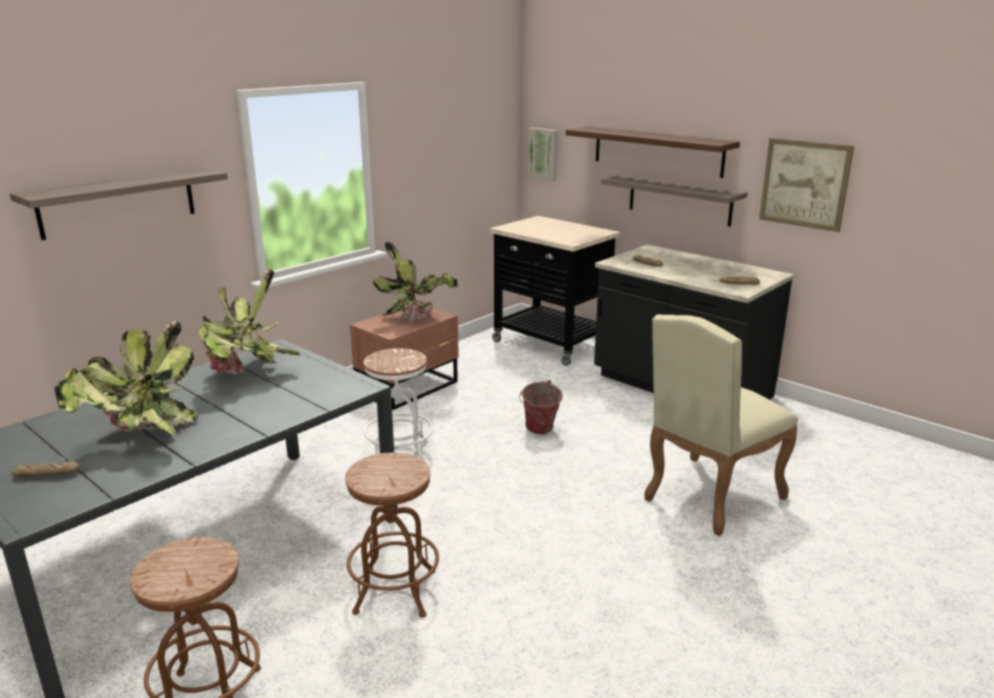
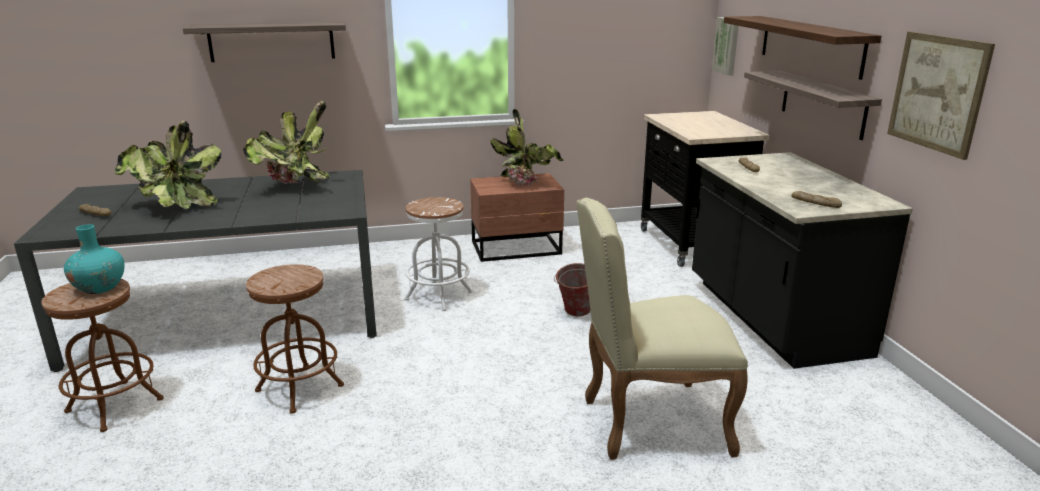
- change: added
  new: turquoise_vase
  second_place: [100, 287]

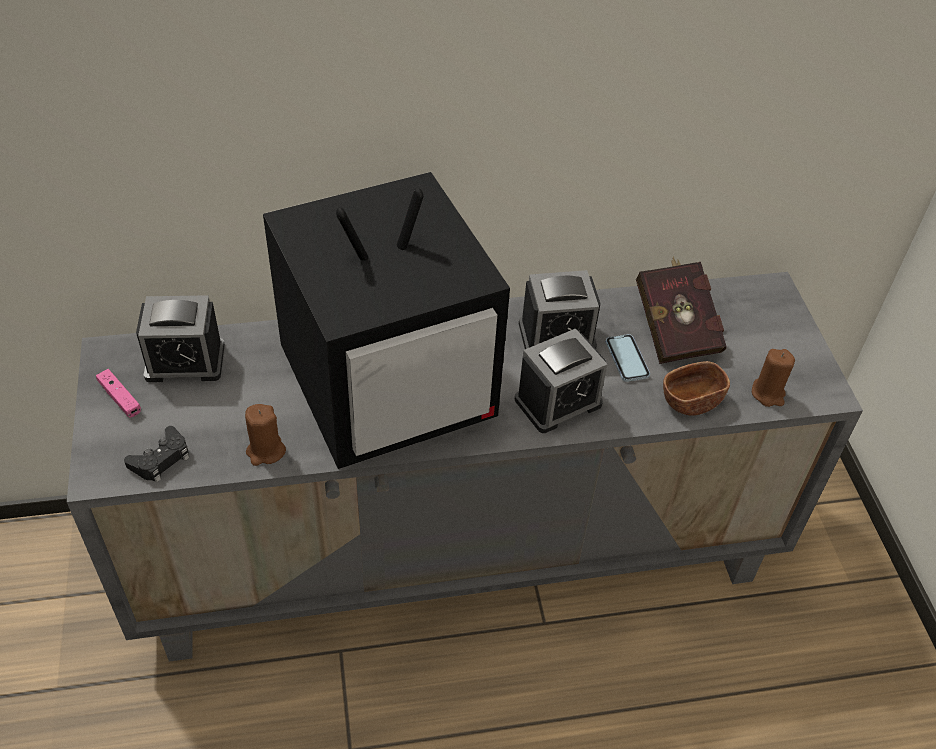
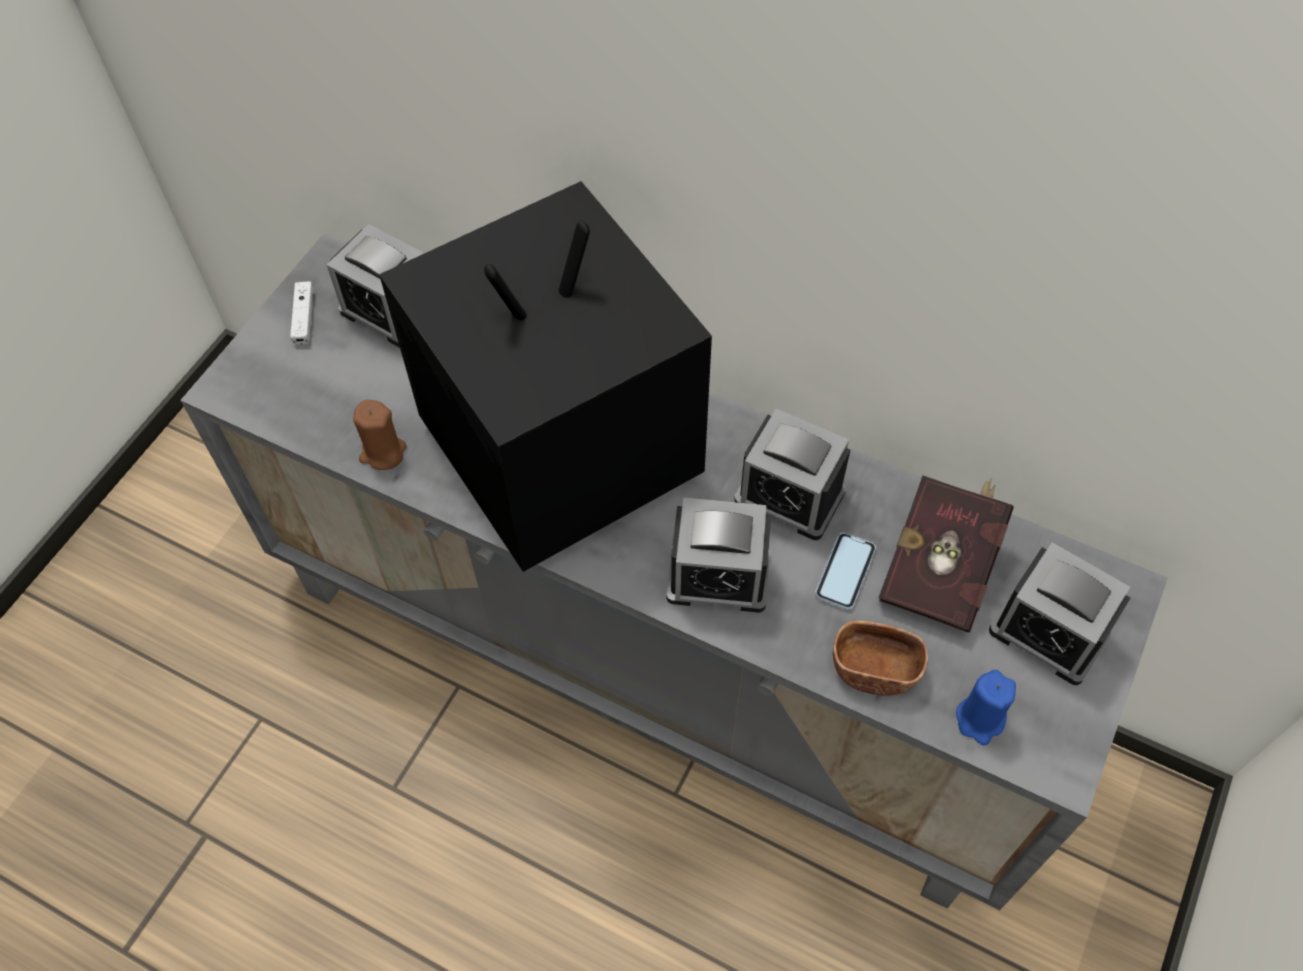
- change: removed
  old: blackish_game_controller
  first_place: [161, 459]
- change: added
  new: alarm_clock
  second_place: [1048, 632]
- change: recoloured
  old: pinkish_game_controller
  new: whitish_game_controller
  first_place: [120, 398]
  second_place: [304, 318]
- change: recoloured
  old: brown-coloured_candle
  new: bluish_candle
  first_place: [768, 393]
  second_place: [980, 719]
- change: turned
  old: TV_set
  first_place: [390, 388]
  second_place: [557, 454]
  degrees: 135

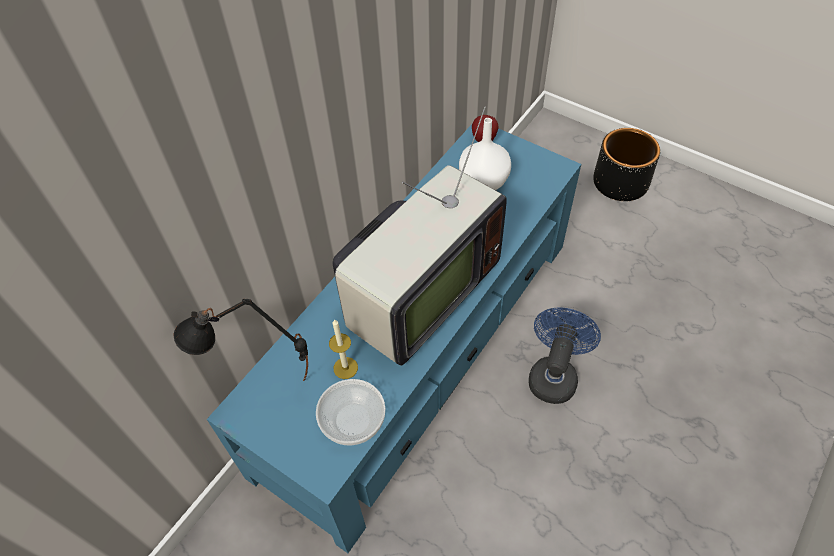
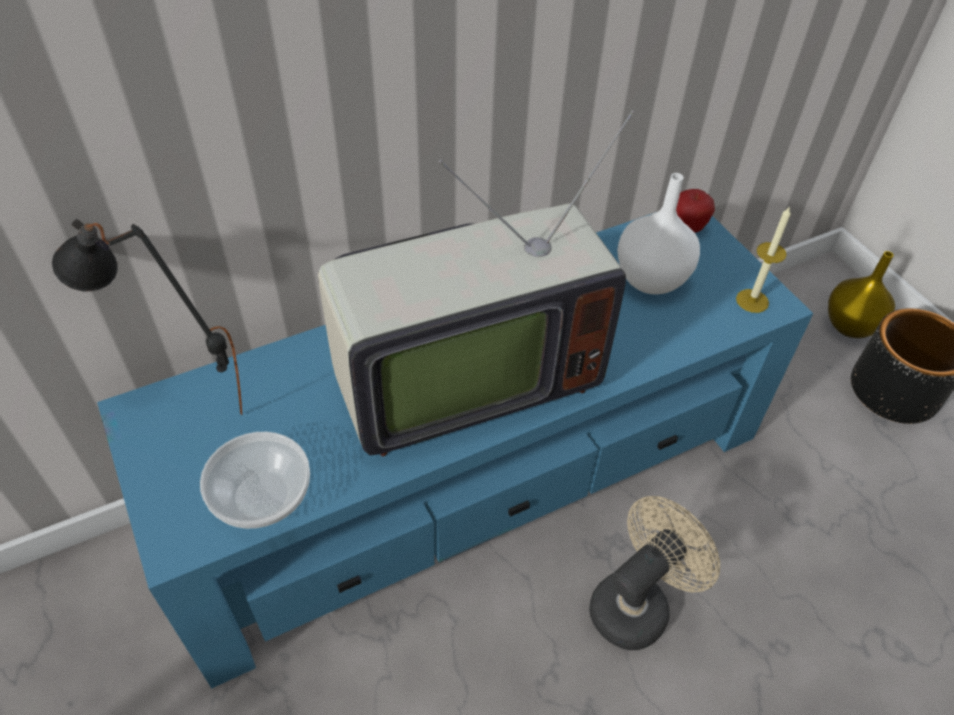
- change: added
  new: yellow_vase
  second_place: [848, 326]
- change: moved
  old: candle
  first_place: [345, 368]
  second_place: [752, 301]
- change: recoloured
  old: bluish_electric_fan
  new: sand-coloured_electric_fan
  first_place: [554, 374]
  second_place: [637, 603]

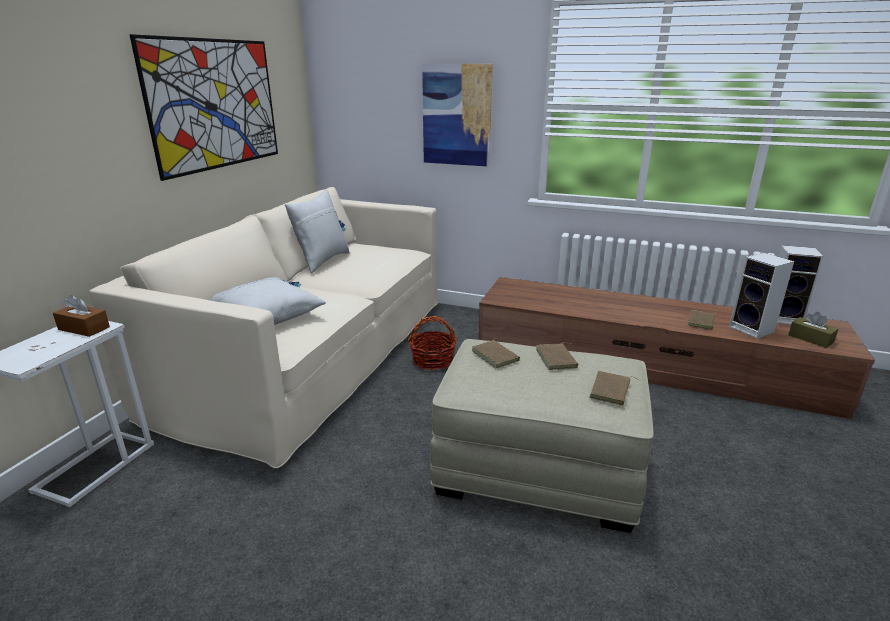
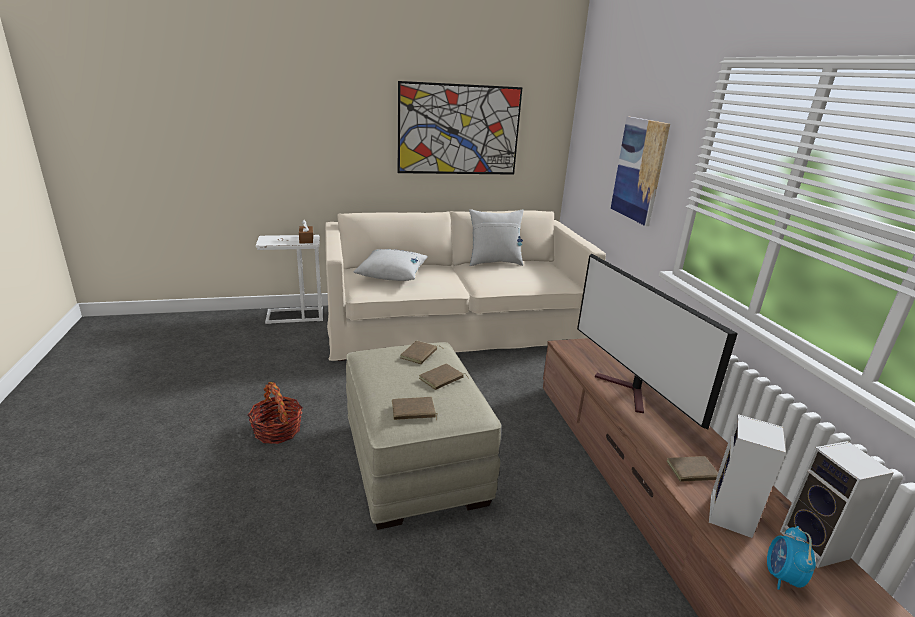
- change: added
  new: TV_set
  second_place: [629, 392]
- change: moved
  old: basket
  first_place: [433, 360]
  second_place: [277, 430]
- change: replaced
  old: brown-coloured_tissue_box
  new: alarm_clock
  first_place: [810, 339]
  second_place: [782, 577]

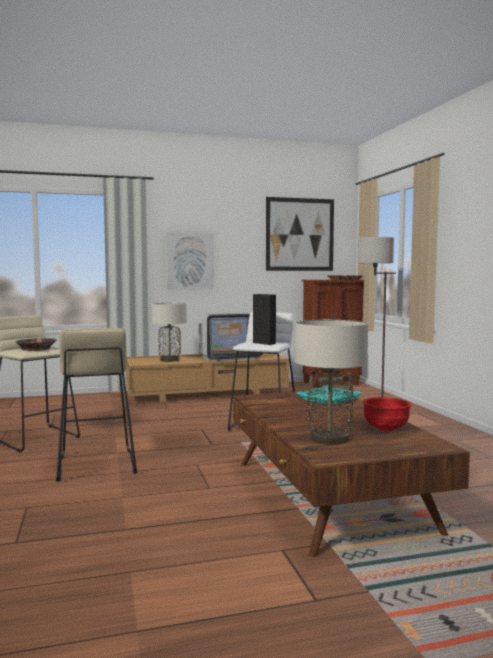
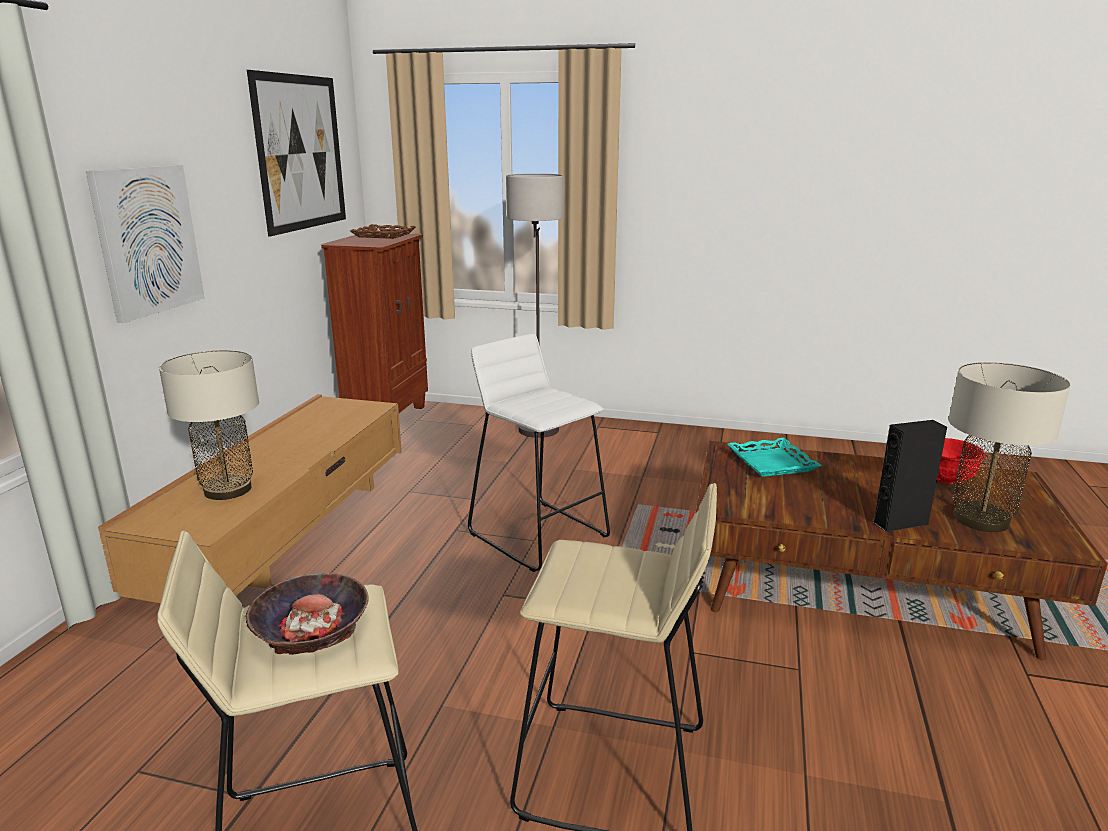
- change: removed
  old: TV_set
  first_place: [230, 357]
- change: moved
  old: blackish_loudspeaker
  first_place: [264, 343]
  second_place: [900, 523]

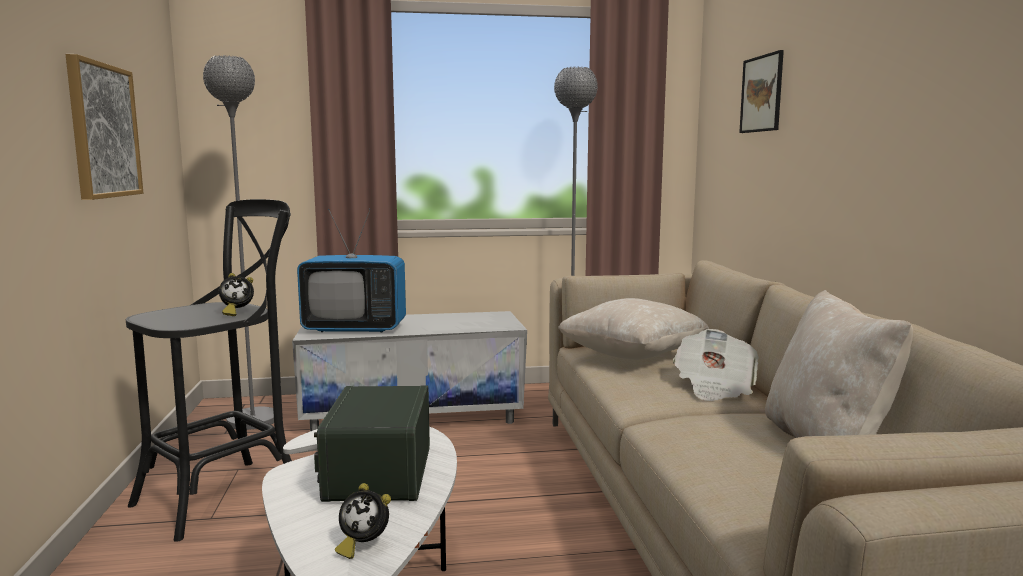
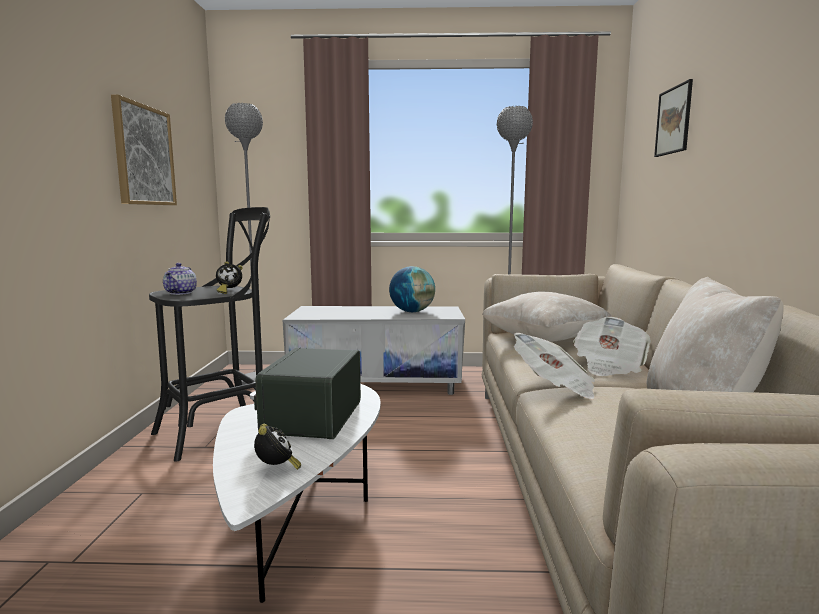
- change: removed
  old: TV_set
  first_place: [355, 328]
- change: added
  new: teapot
  second_place: [181, 293]
- change: added
  new: world_globe
  second_place: [412, 311]
- change: added
  new: printed_paper
  second_place: [554, 387]
- change: turned
  old: alarm_clock
  first_place: [363, 546]
  second_place: [277, 469]
  degrees: -135

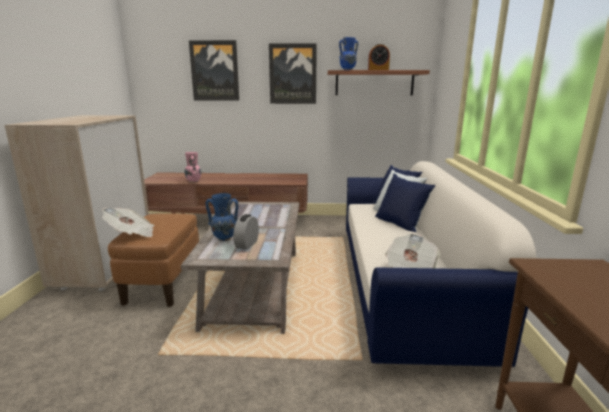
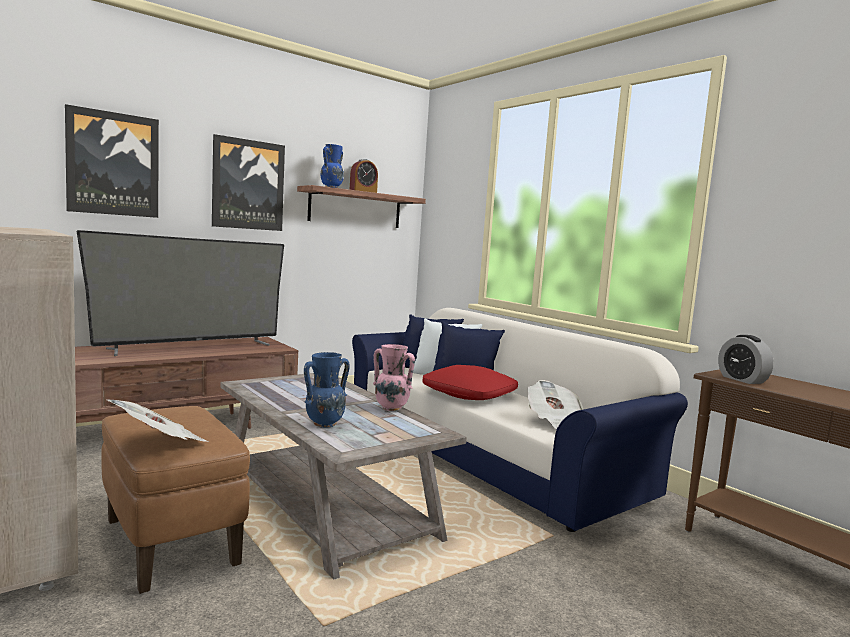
- change: added
  new: TV_set
  second_place: [191, 347]
- change: added
  new: red_throw_pillow
  second_place: [469, 394]
- change: moved
  old: pinkish_vase
  first_place: [193, 181]
  second_place: [391, 408]
- change: moved
  old: alarm_clock
  first_place: [247, 244]
  second_place: [742, 380]

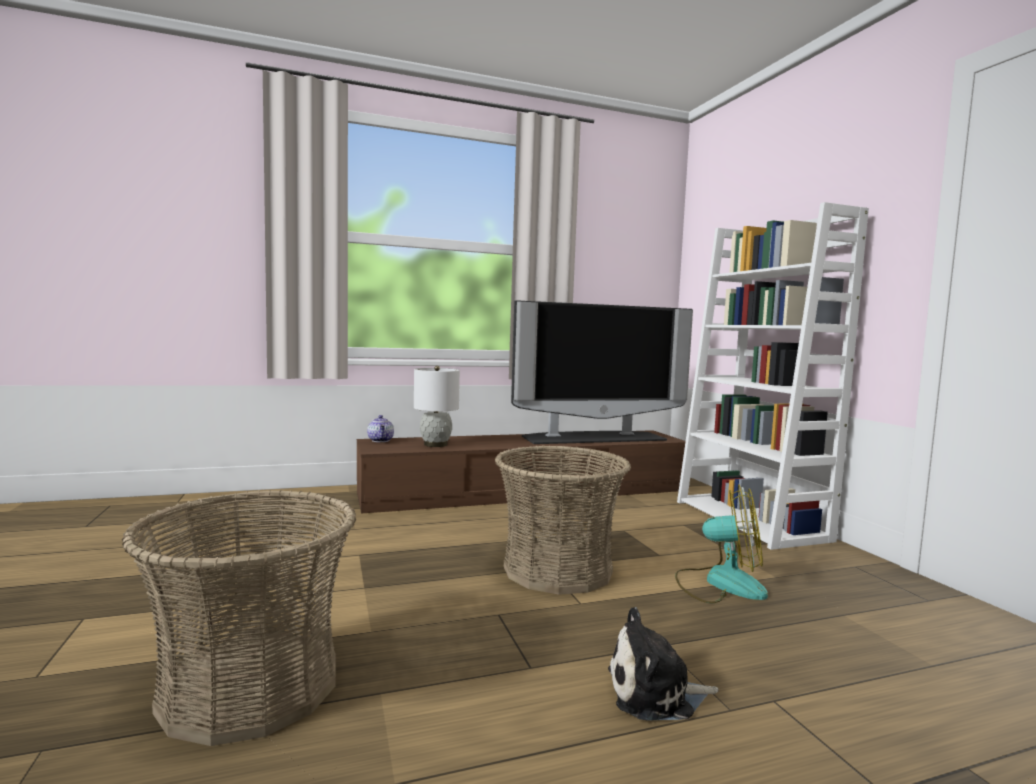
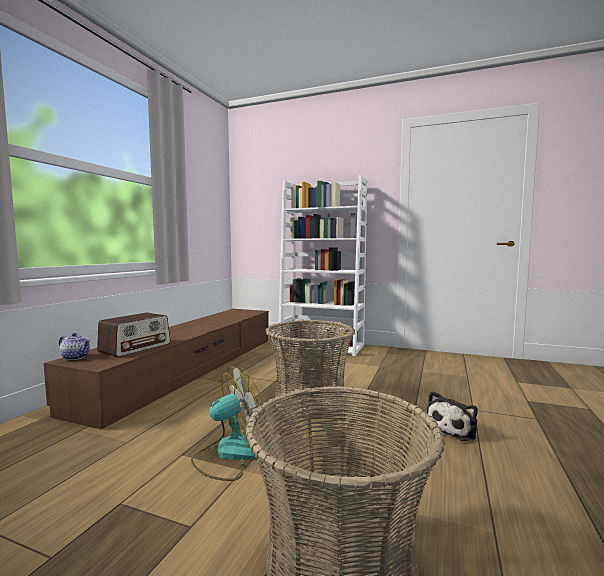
- change: removed
  old: TV_set
  first_place: [593, 438]
- change: moved
  old: electric_fan
  first_place: [720, 583]
  second_place: [230, 454]
- change: replaced
  old: whitish_lamp_for_a_table
  new: radio_set
  first_place: [435, 444]
  second_place: [136, 348]

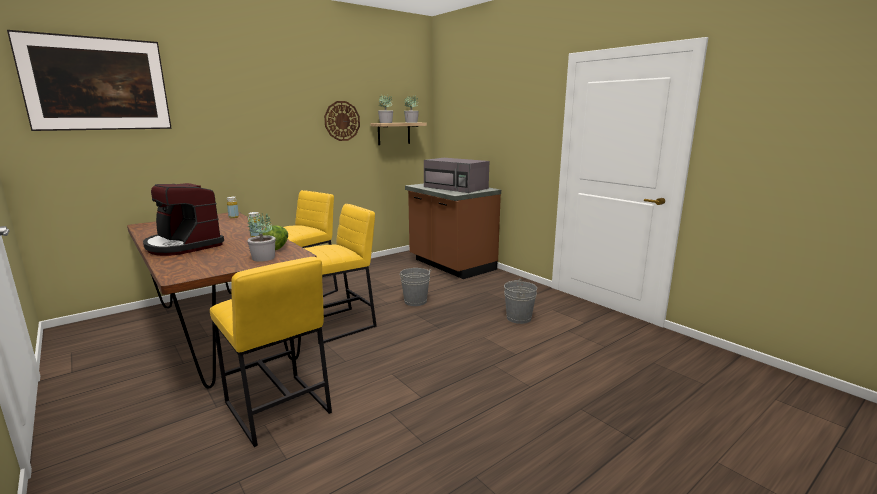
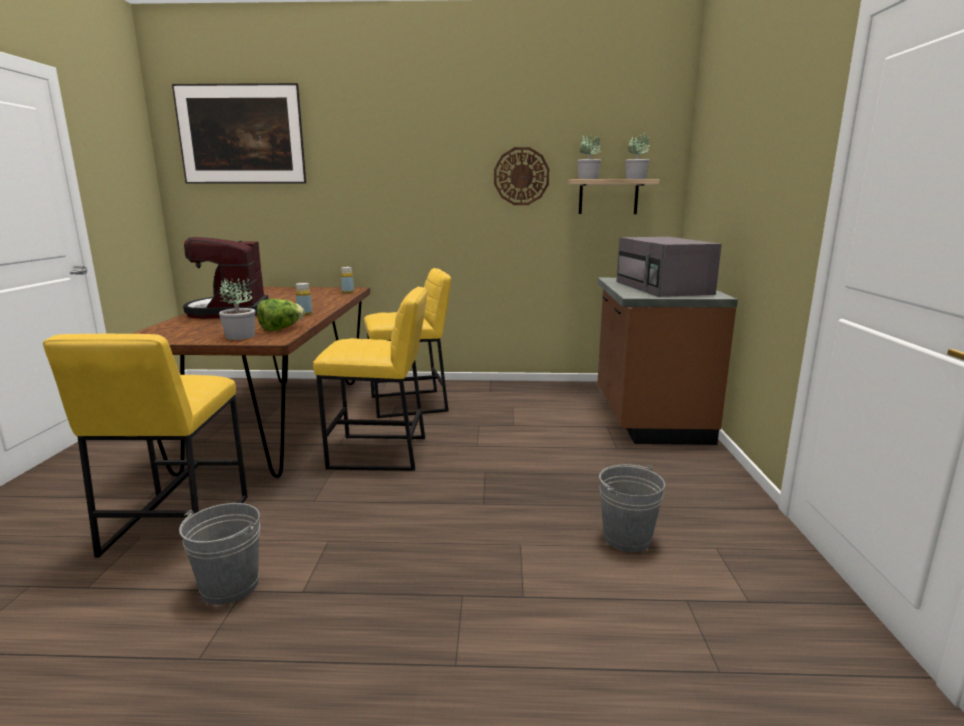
- change: moved
  old: grey_water_bucket
  first_place: [415, 301]
  second_place: [229, 586]

